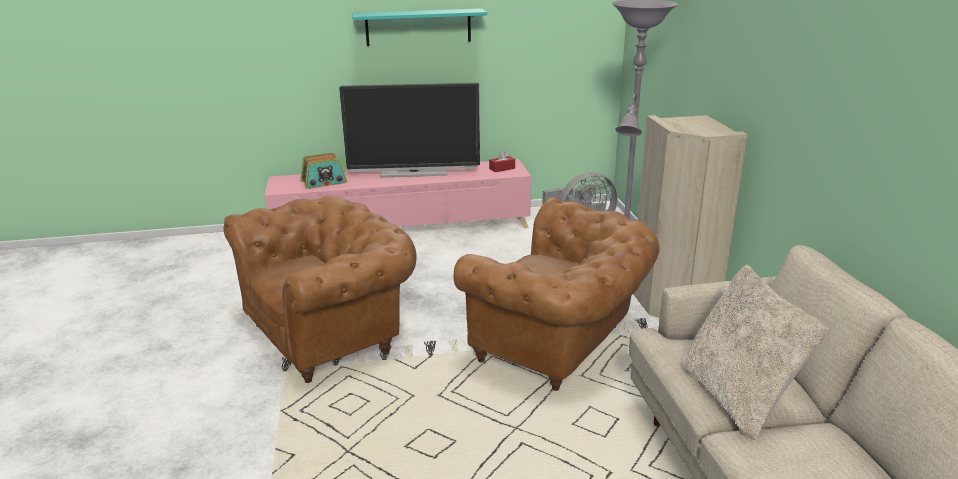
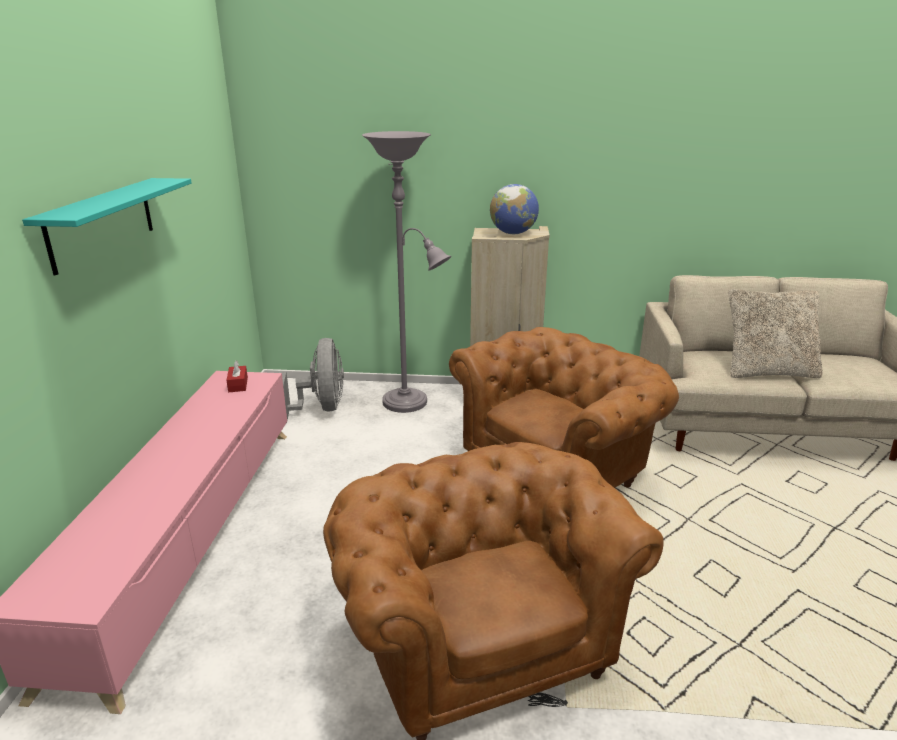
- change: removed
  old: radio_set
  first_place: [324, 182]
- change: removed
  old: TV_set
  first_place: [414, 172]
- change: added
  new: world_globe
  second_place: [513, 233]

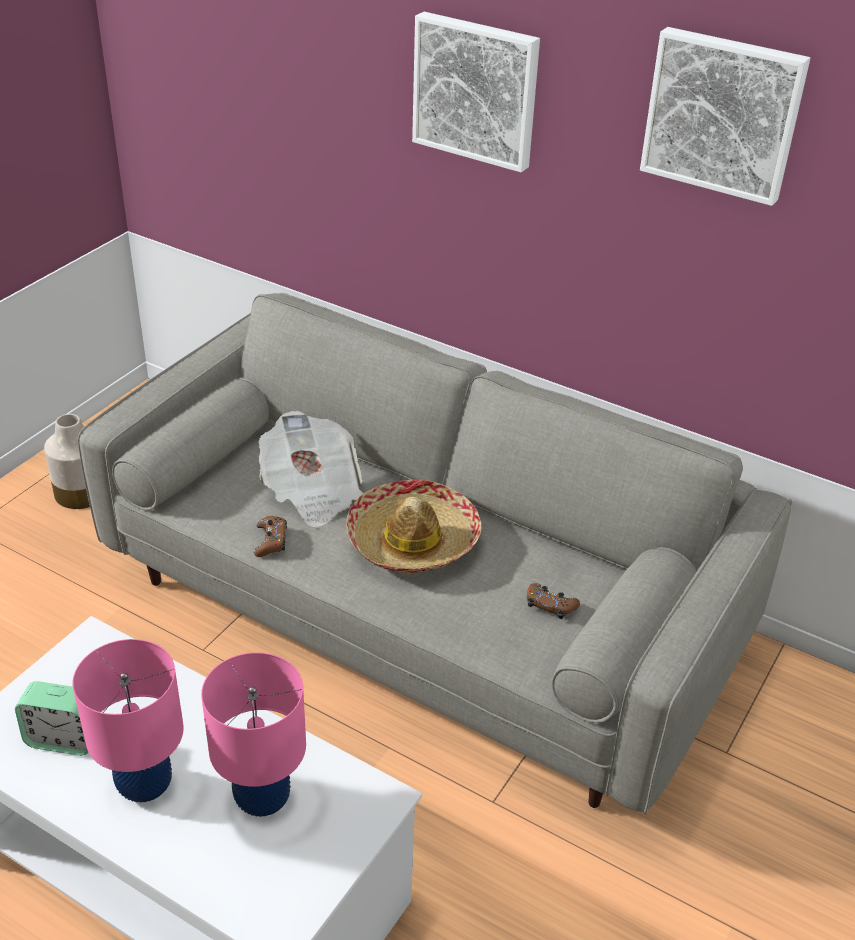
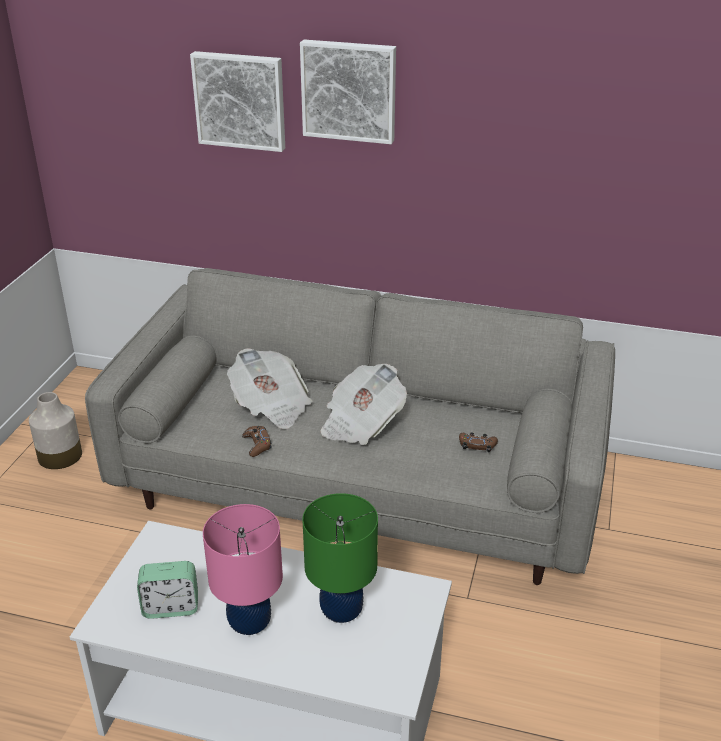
- change: moved
  old: wall_picture
  first_place: [723, 114]
  second_place: [240, 100]
- change: replaced
  old: hat
  new: printed_paper
  first_place: [412, 540]
  second_place: [361, 423]
- change: recoloured
  old: pinkish_lamp_for_a_table
  new: green_lamp_for_a_table
  first_place: [264, 801]
  second_place: [343, 612]

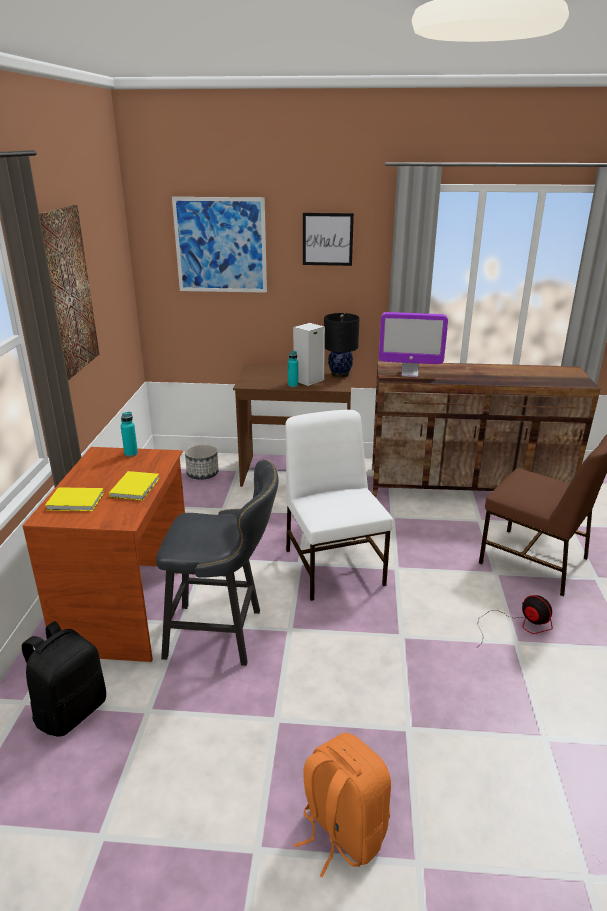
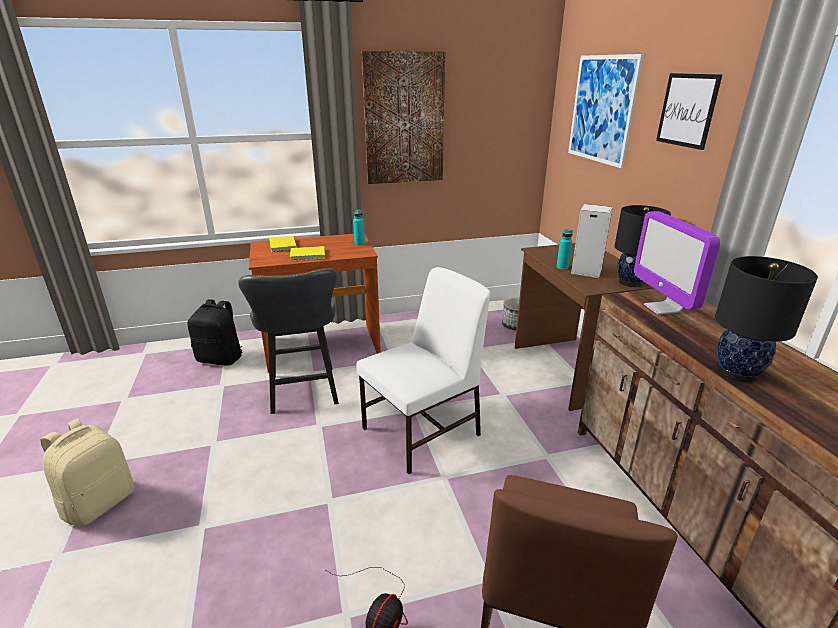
- change: added
  new: blackish_lamp_for_a_table
  second_place: [737, 372]
- change: recoloured
  old: orange_knapsack
  new: sand-coloured_knapsack
  first_place: [341, 832]
  second_place: [100, 502]

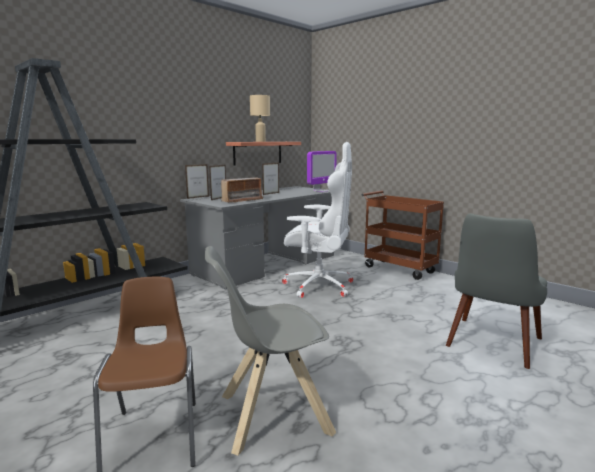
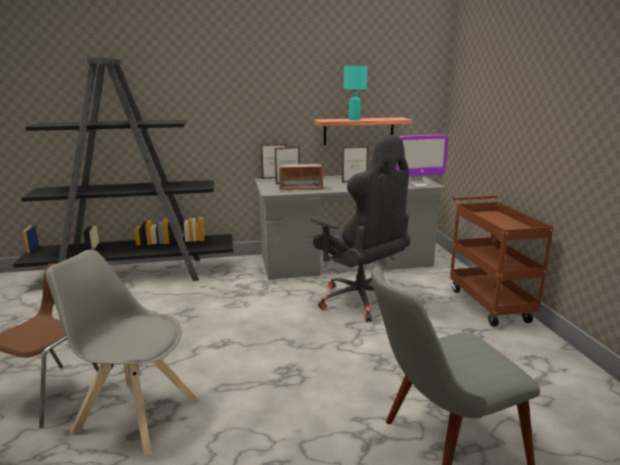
- change: recoloured
  old: sand-coloured_lamp_for_a_table
  new: turquoise_lamp_for_a_table
  first_place: [261, 141]
  second_place: [354, 119]
- change: recoloured
  old: whitish_office_chair
  new: blackish_office_chair
  first_place: [317, 286]
  second_place: [359, 300]

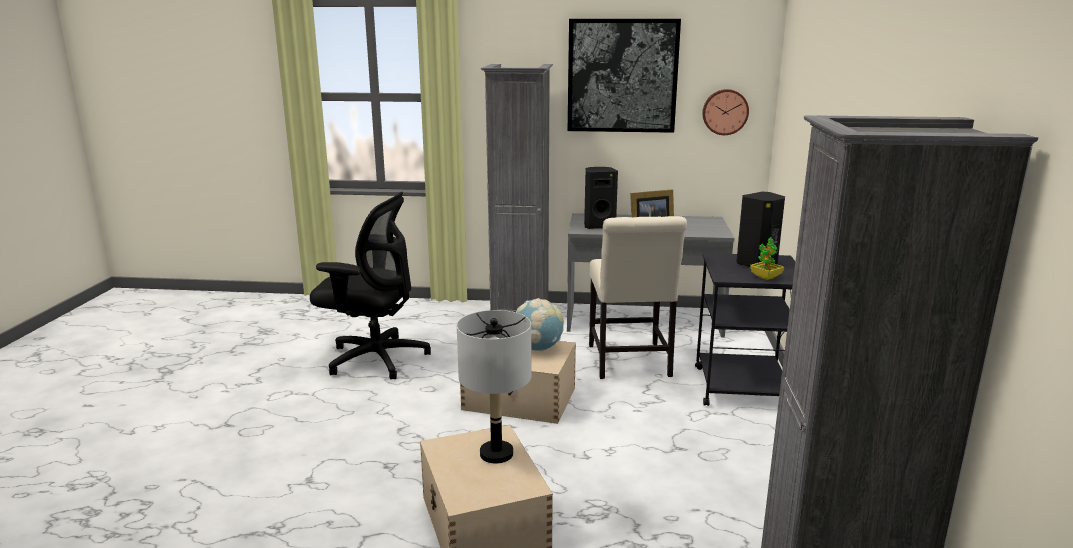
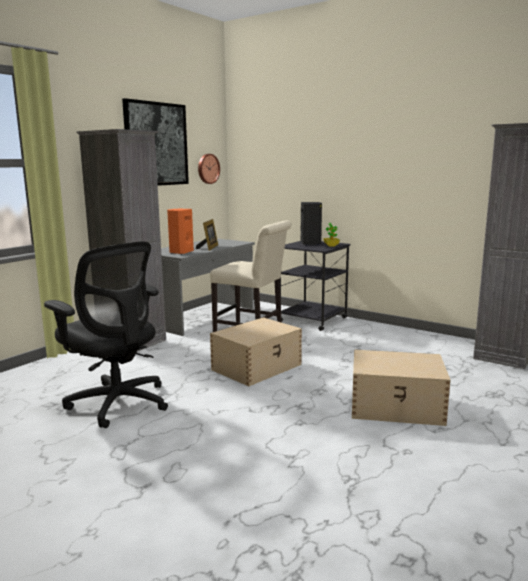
- change: removed
  old: grey_lamp_for_a_table
  first_place: [496, 454]
- change: removed
  old: world_globe
  first_place: [537, 348]
- change: recoloured
  old: blackish_loudspeaker
  new: orange_loudspeaker
  first_place: [598, 226]
  second_place: [180, 252]
- change: turned
  old: blackish_office_chair
  first_place: [370, 359]
  second_place: [114, 402]
  degrees: 90

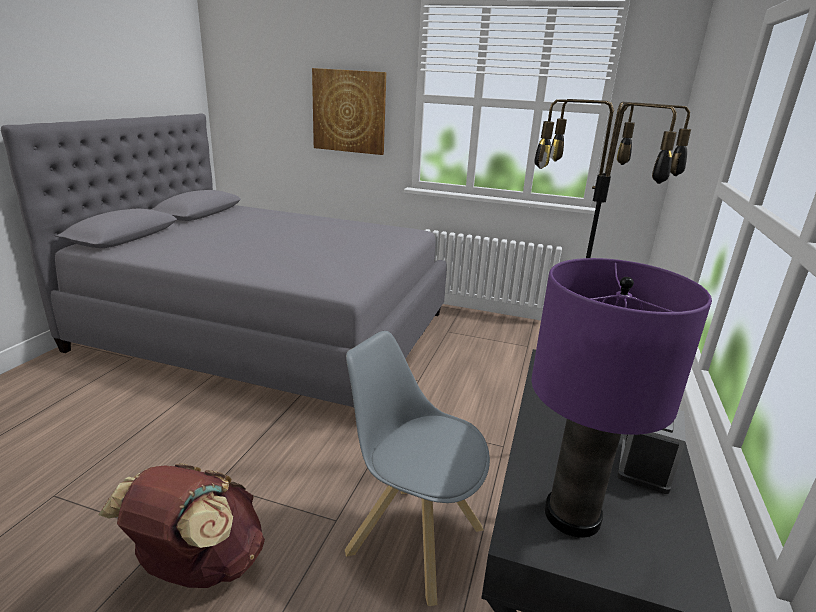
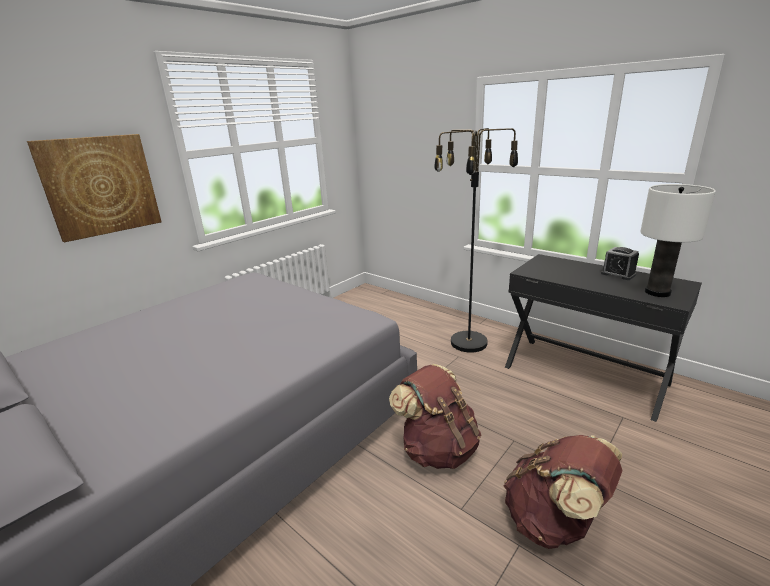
- change: removed
  old: grey_upright_chair
  first_place: [412, 537]
- change: added
  new: brown-coloured_knapsack
  second_place: [437, 449]
- change: recoloured
  old: purplish_lamp_for_a_table
  new: whitish_lamp_for_a_table
  first_place: [573, 515]
  second_place: [657, 292]

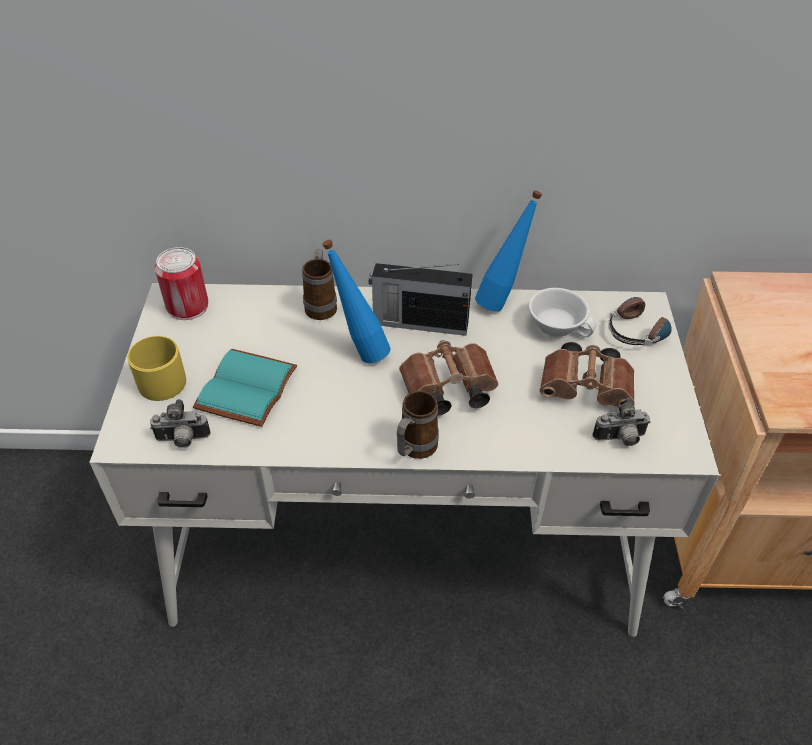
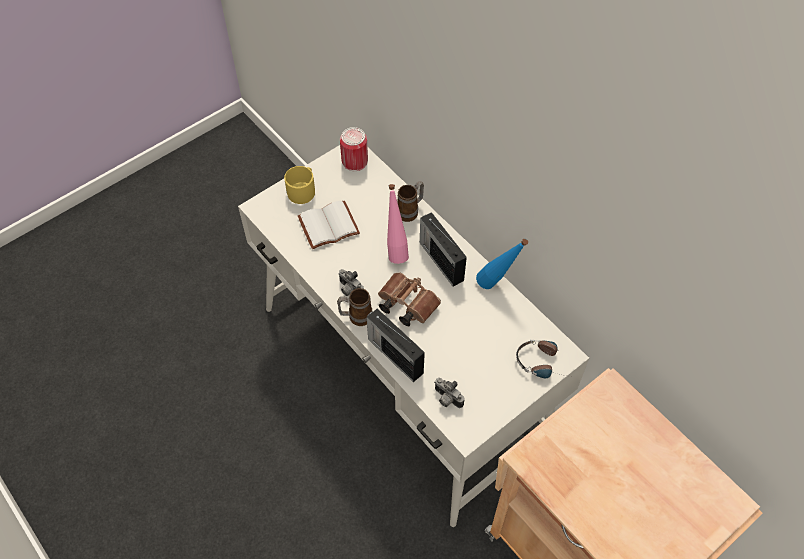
- change: removed
  old: whitish_drinking_cup
  first_place: [558, 325]
- change: removed
  old: brown-coloured_binoculars
  first_place: [588, 389]
- change: added
  new: radio_set
  second_place: [394, 355]
- change: moved
  old: photo_camera
  first_place: [182, 440]
  second_place: [349, 290]
- change: recoloured
  old: turquoise_volume
  new: whitish_volume
  first_place: [248, 390]
  second_place: [328, 227]
- change: recoloured
  old: bluish_beverage_bottle
  new: pinkish_beverage_bottle
  first_place: [359, 350]
  second_place: [396, 250]

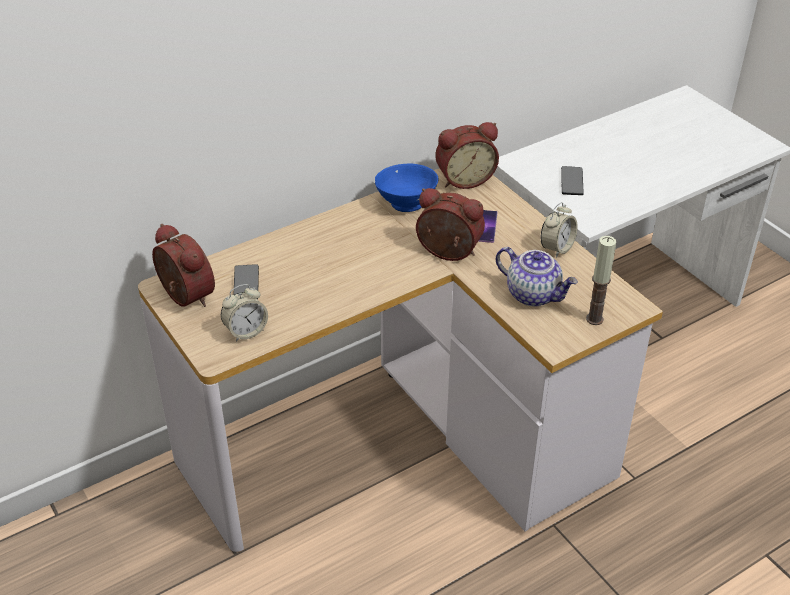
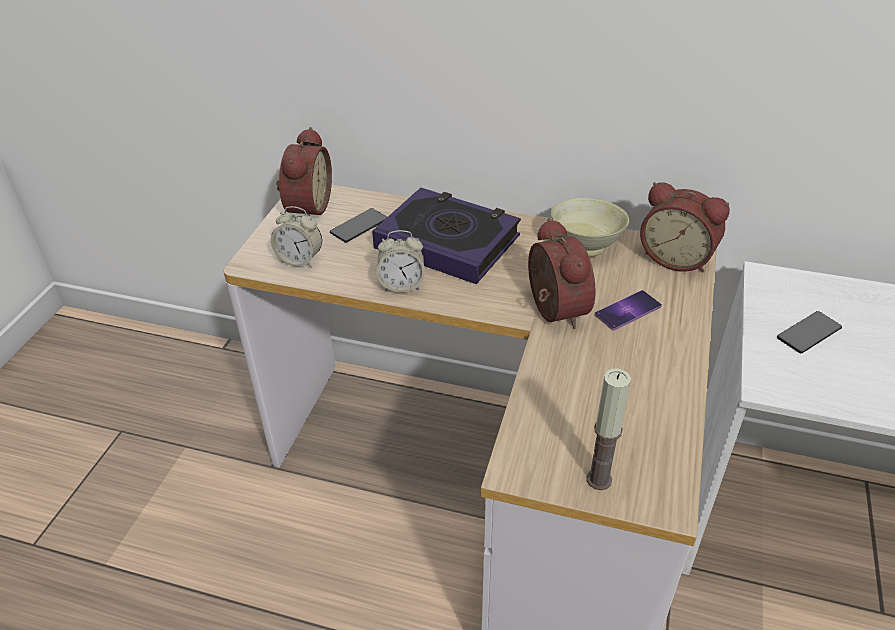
- change: removed
  old: teapot
  first_place: [534, 294]
- change: added
  new: volume
  second_place: [447, 242]
- change: moved
  old: alarm_clock
  first_place: [557, 248]
  second_place: [402, 285]
- change: recoloured
  old: bluish_serving_bowl
  new: sand-coloured_serving_bowl
  first_place: [407, 203]
  second_place: [587, 245]

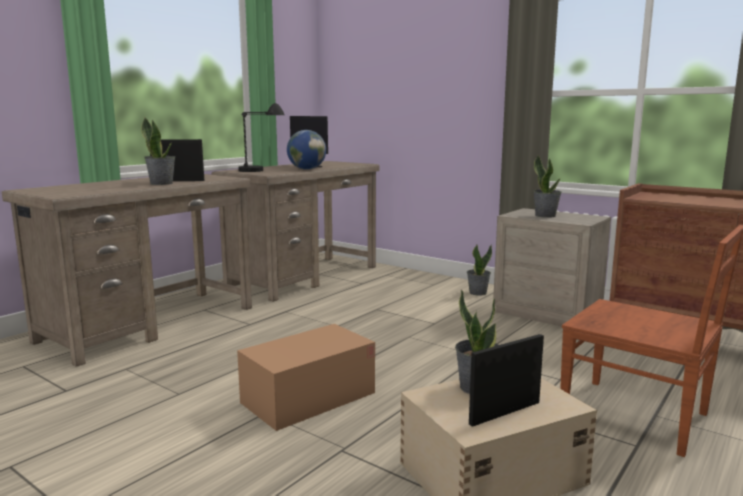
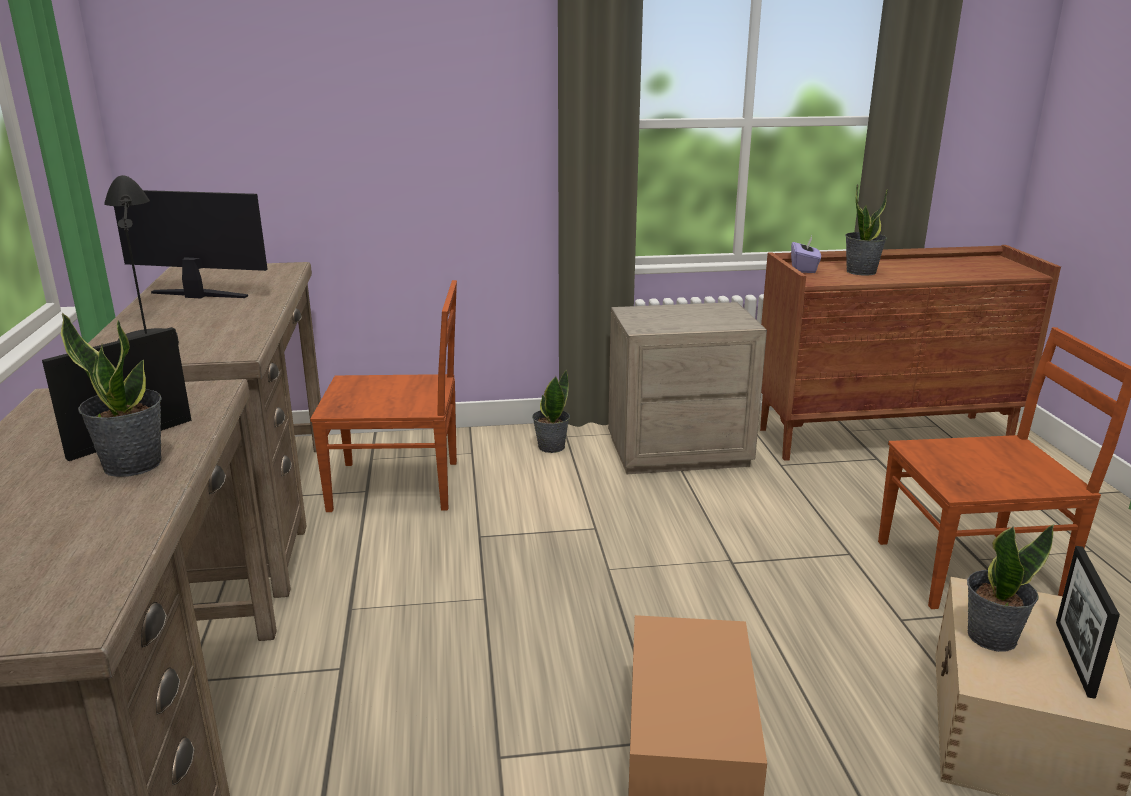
- change: removed
  old: world_globe
  first_place: [306, 169]
- change: added
  new: brown-coloured_upright_chair
  second_place: [398, 486]
- change: added
  new: purplish_tissue_box
  second_place: [804, 269]
- change: moved
  old: houseplant
  first_place: [545, 215]
  second_place: [861, 271]

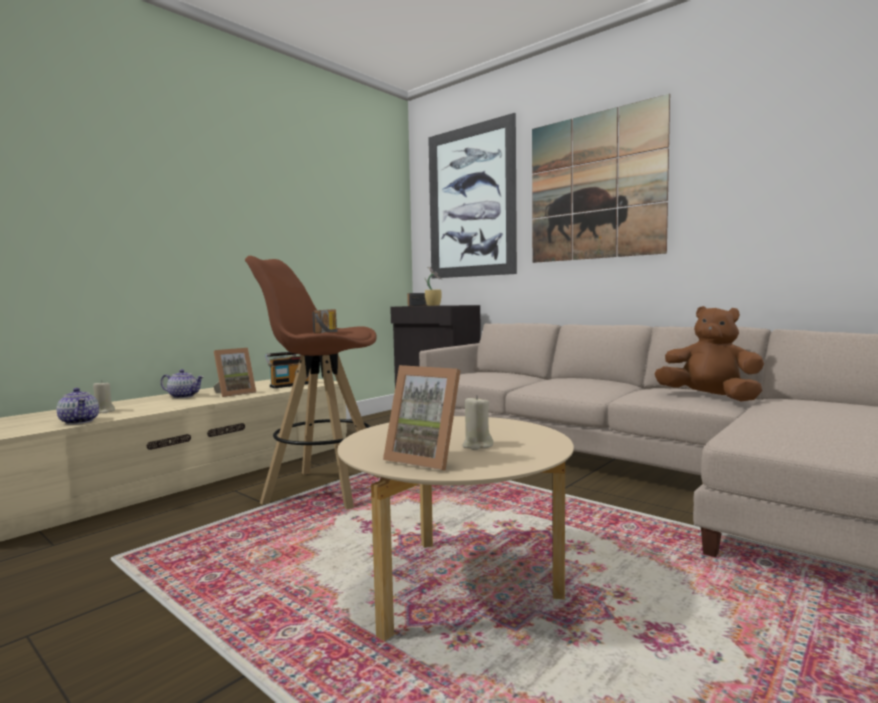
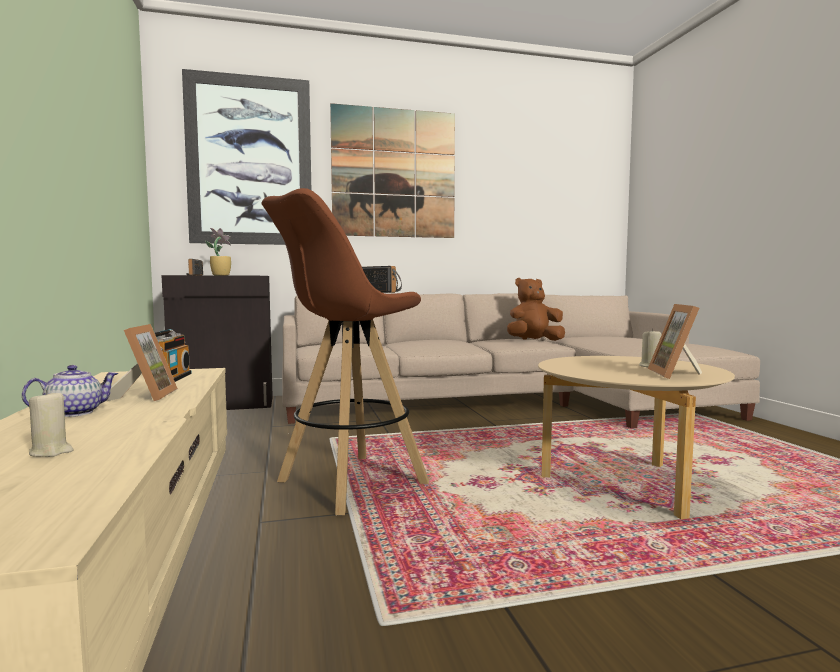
- change: removed
  old: teapot
  first_place: [79, 421]
- change: turned
  old: photo_frame
  first_place: [427, 459]
  second_place: [677, 374]
  degrees: 120

